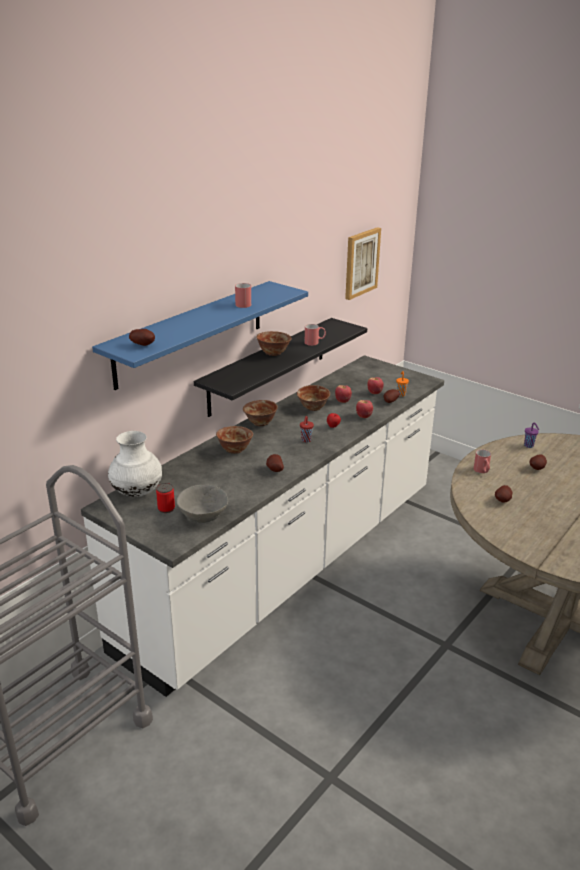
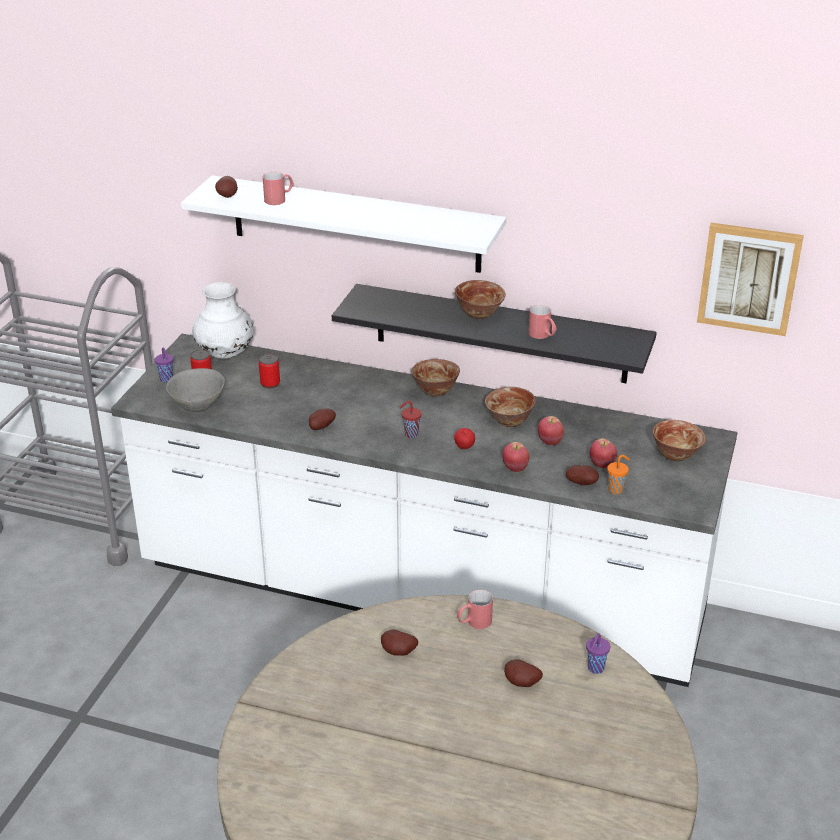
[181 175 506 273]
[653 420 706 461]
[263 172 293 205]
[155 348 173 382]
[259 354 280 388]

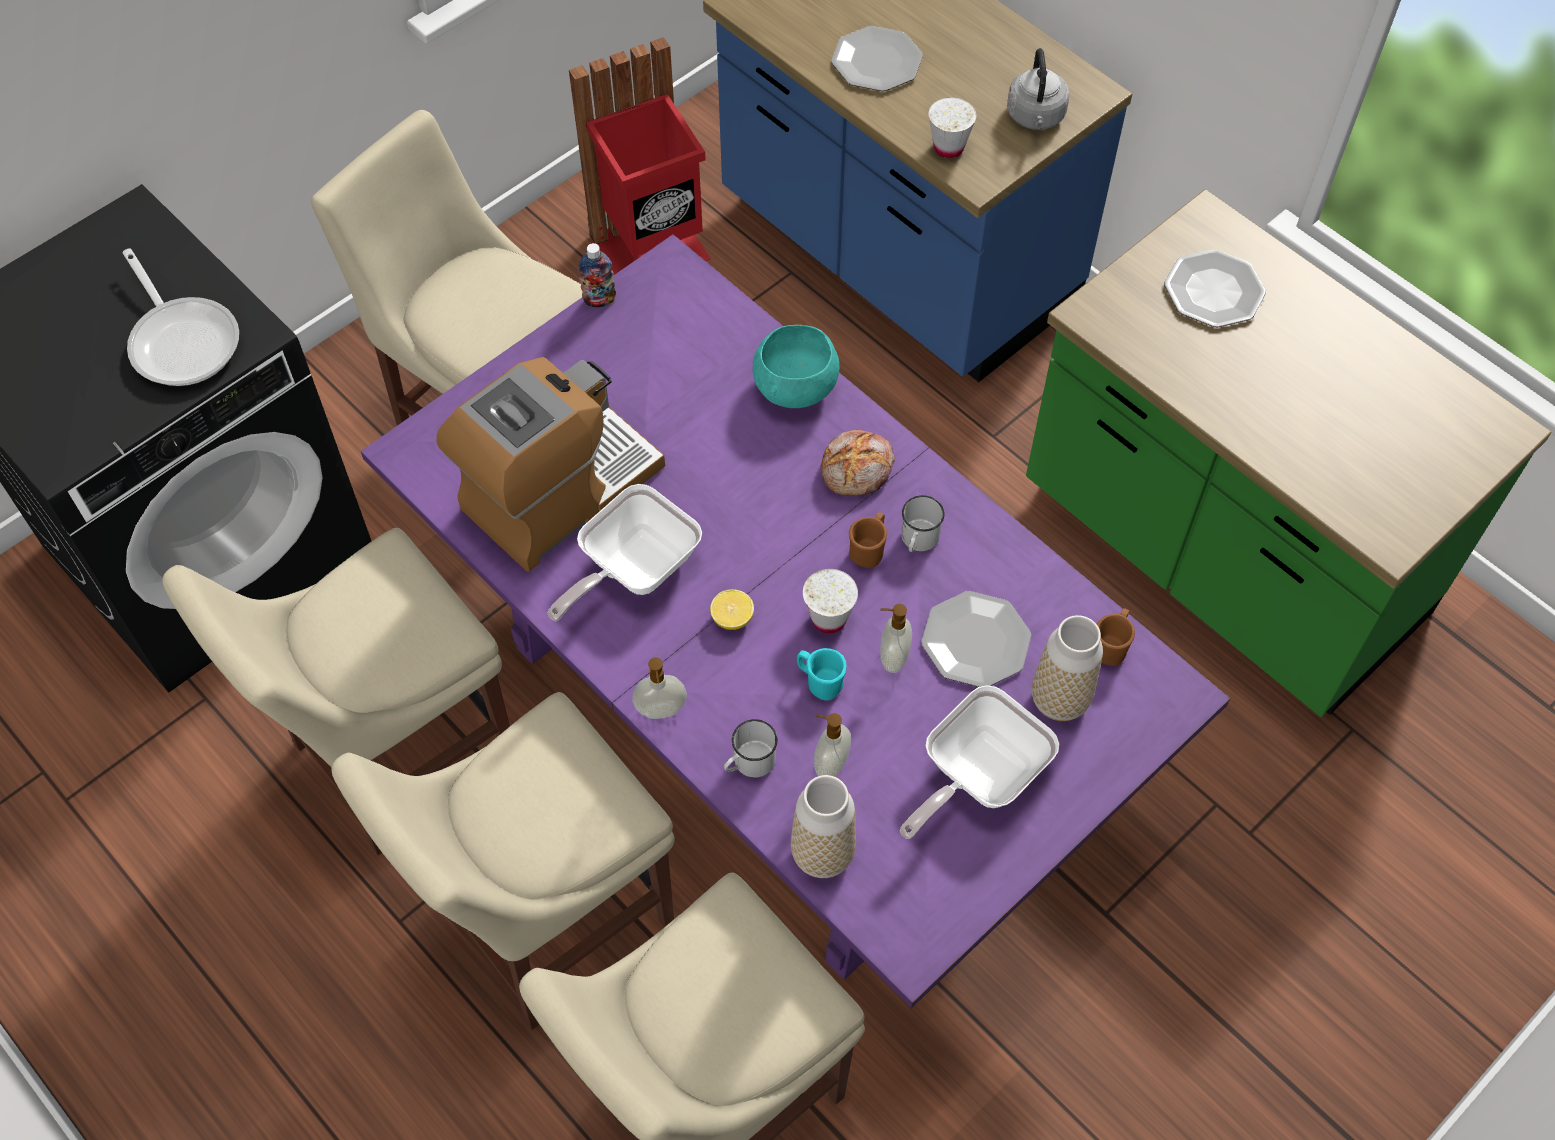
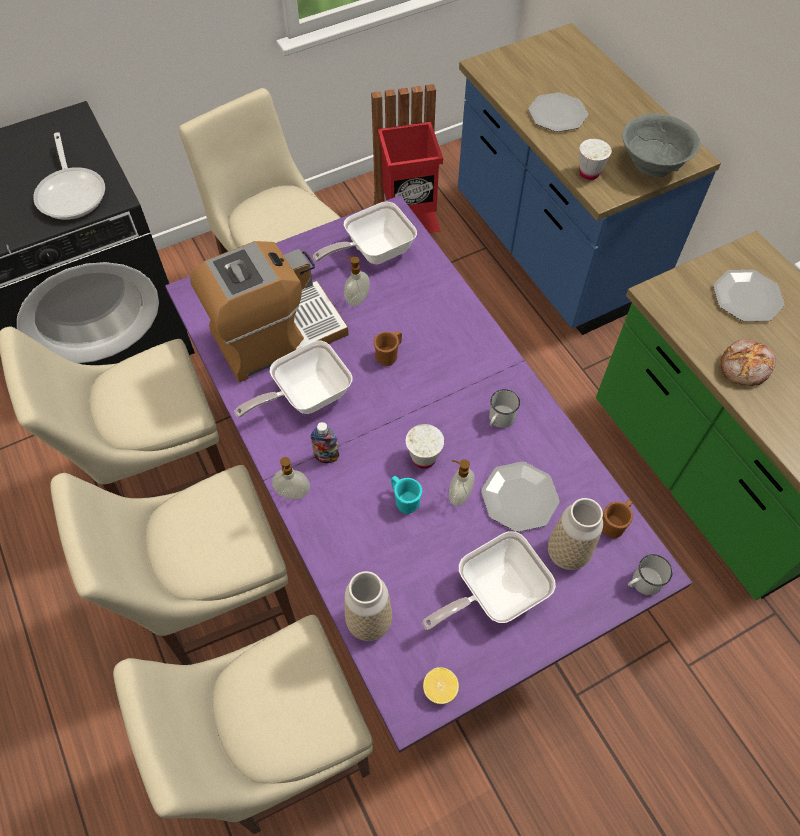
[310 422 339 463]
[423 667 459 704]
[628 554 673 595]
[753 325 840 408] (first image)
[344 256 370 306]
[721 339 776 386]
[373 331 402 366]
[622 113 701 177]
[313 202 417 264]

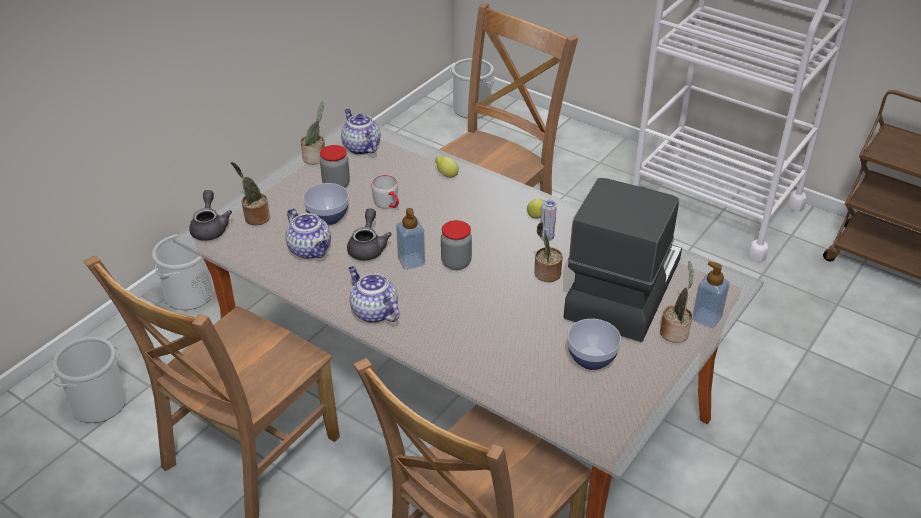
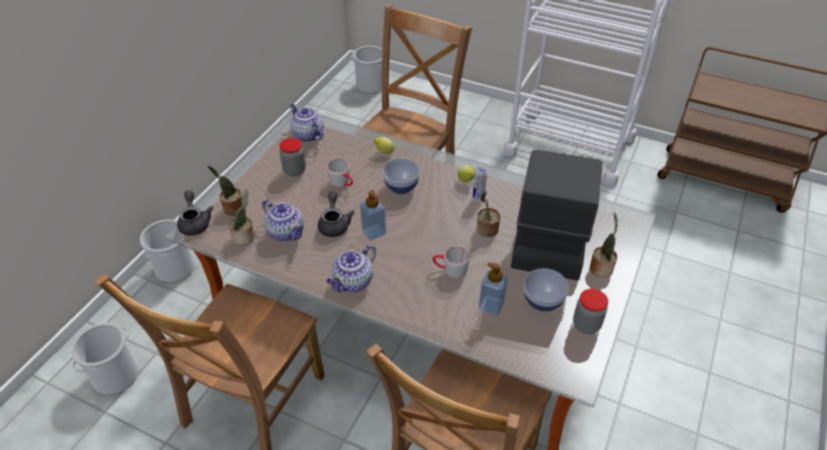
[229 189 255 246]
[382 159 420 194]
[326 245 376 292]
[573 289 608 334]
[479 263 508 316]
[433 246 470 278]

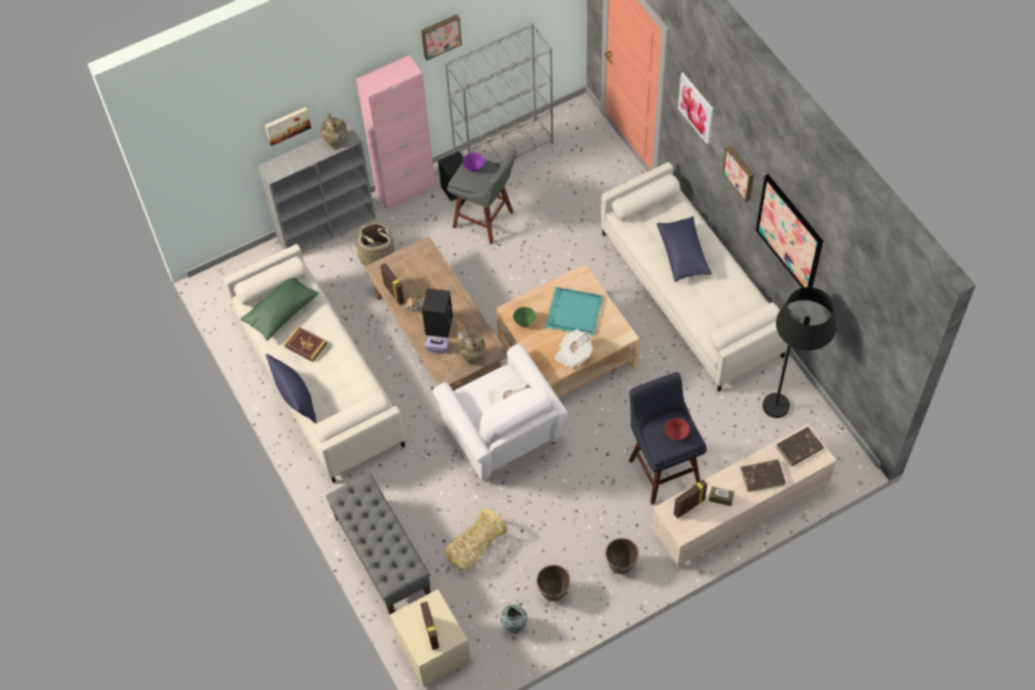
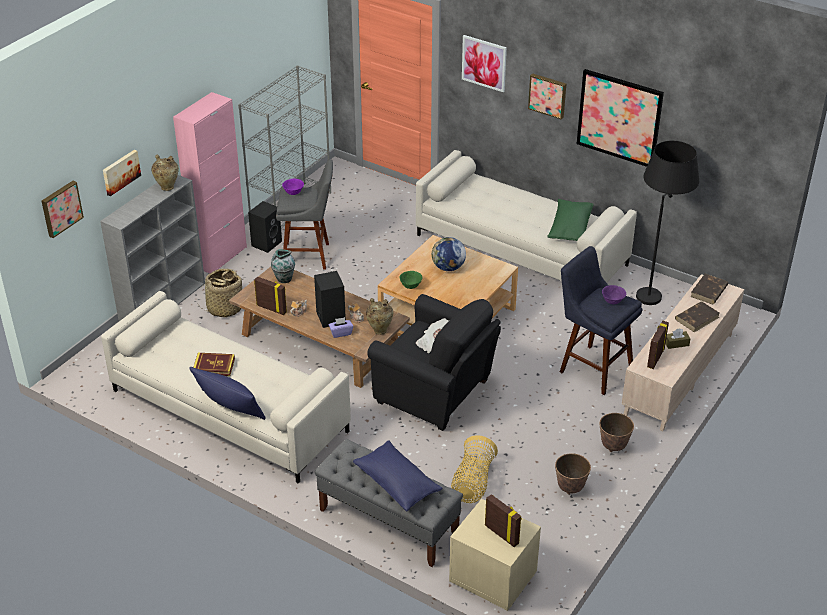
[547 199 593 241]
[42 181 84 238]
[367 294 501 431]
[271 249 295 283]
[432 237 466 271]
[554 329 593 369] (first image)
[353 441 443 512]
[602 285 626 304]

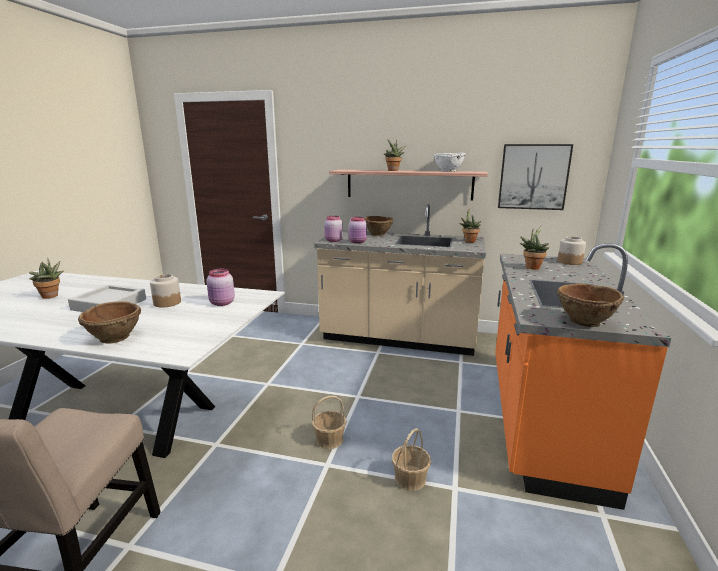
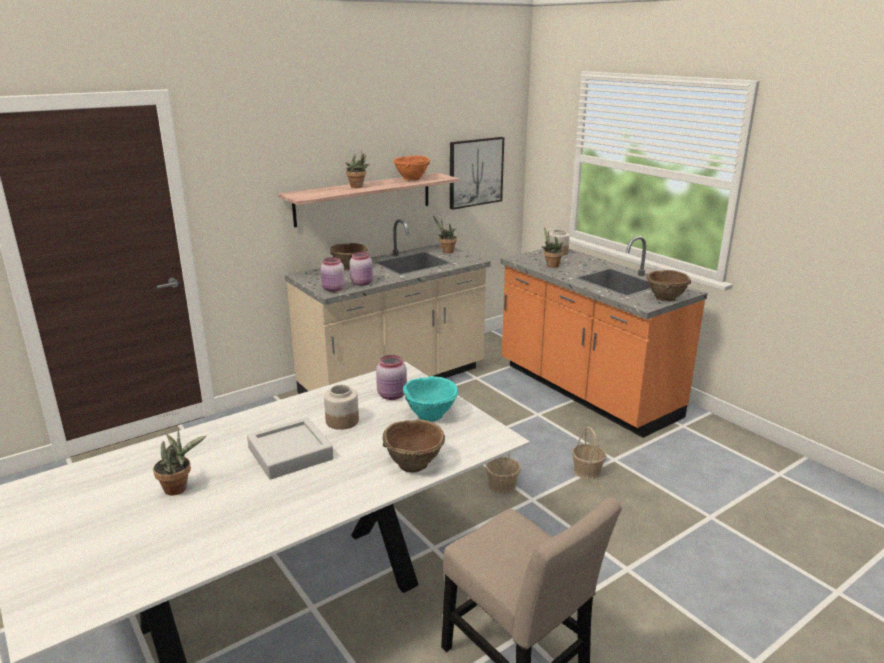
[393 155 430 180]
[403 376 458 422]

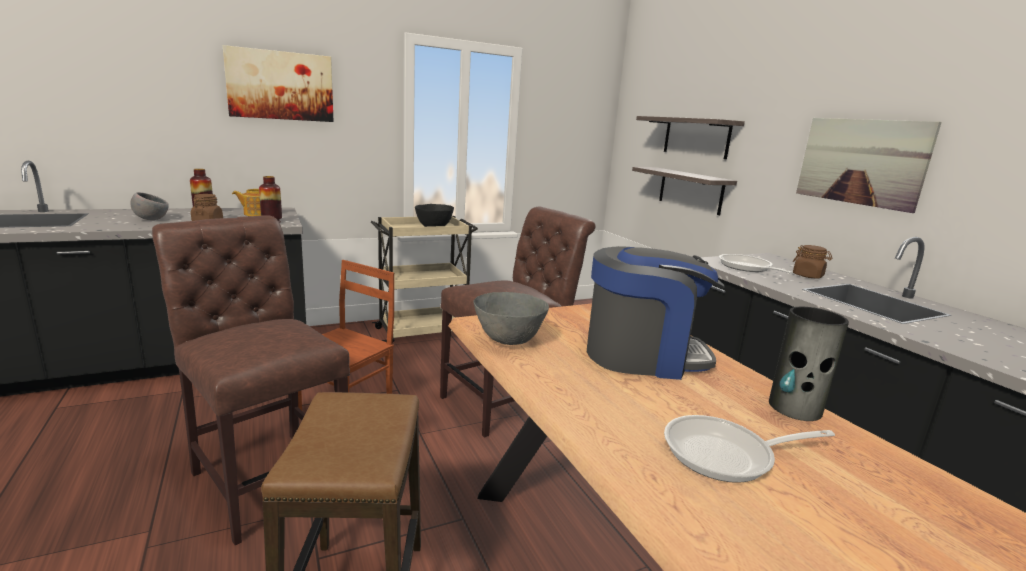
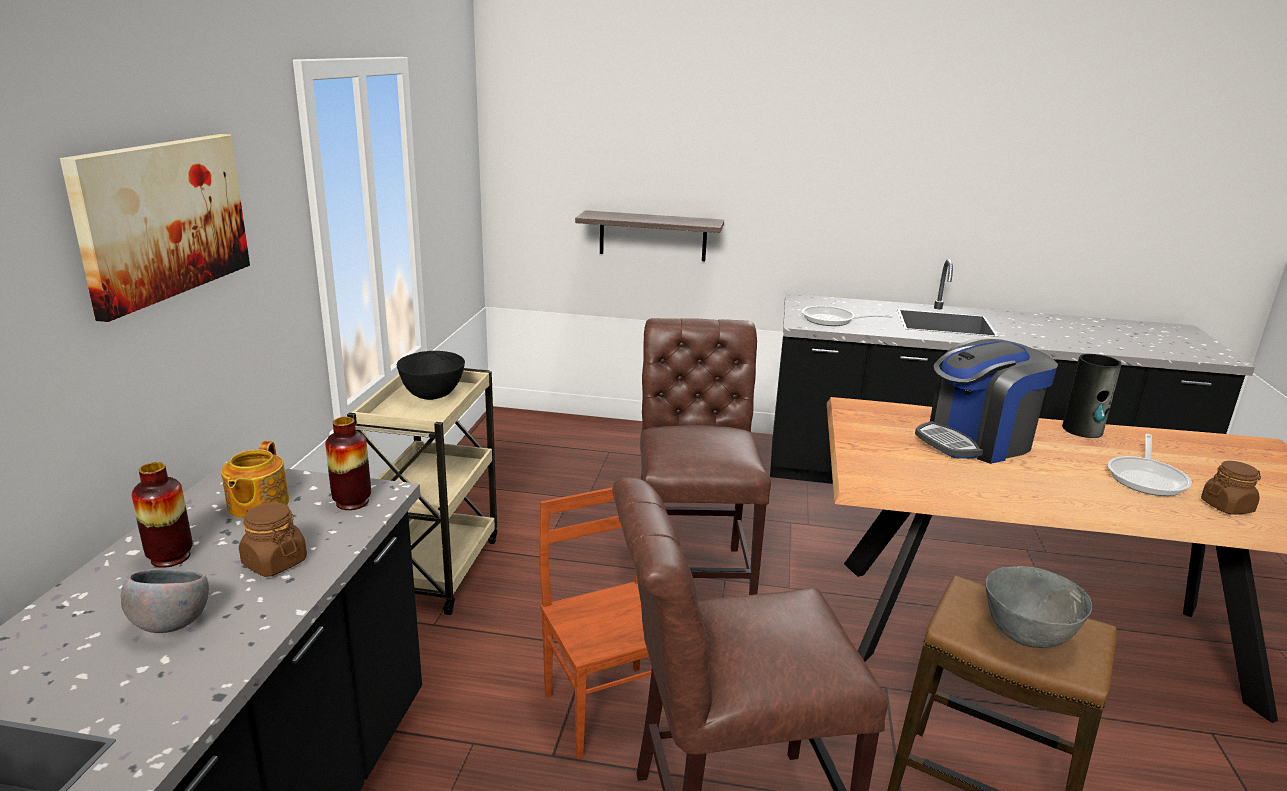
[985 566 1092 648]
[915 339 1058 464]
[636 116 745 159] (first image)
[1201 461 1261 514]
[796 118 942 213] (first image)

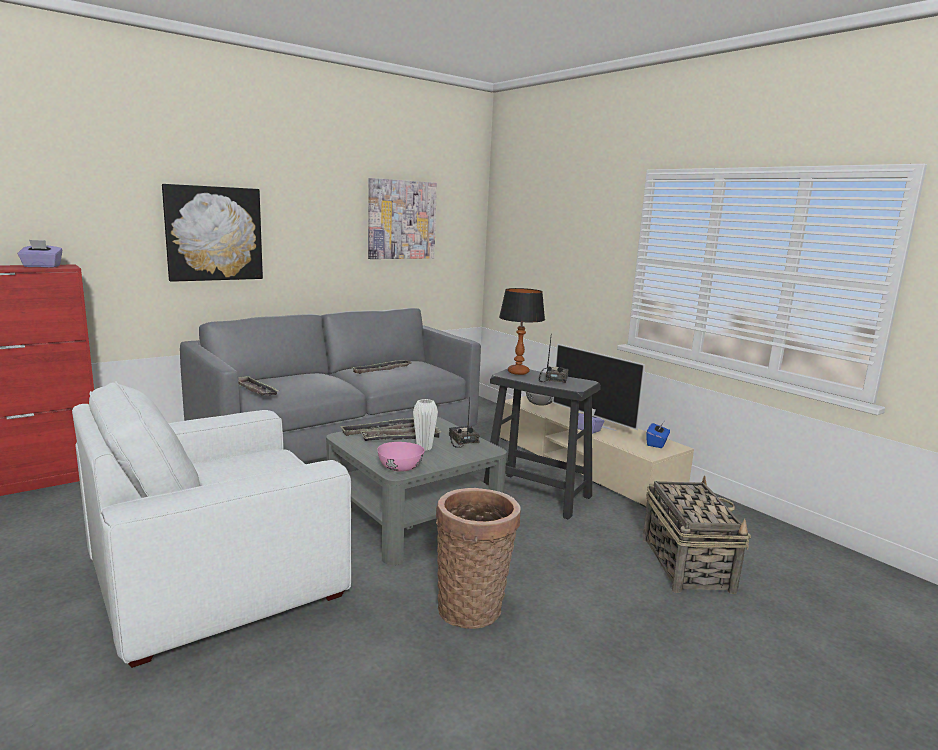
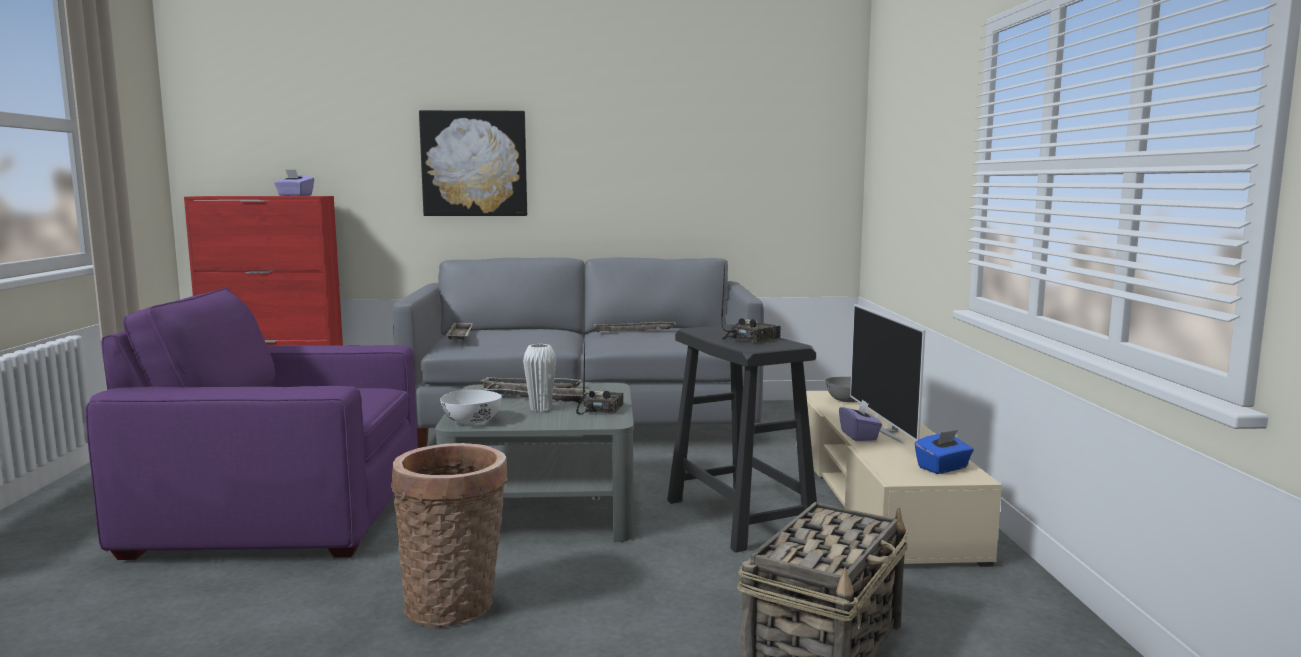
[86 288 418 560]
[368 178 437 259] (first image)
[440 390 502 424]
[499 288 545 375] (first image)

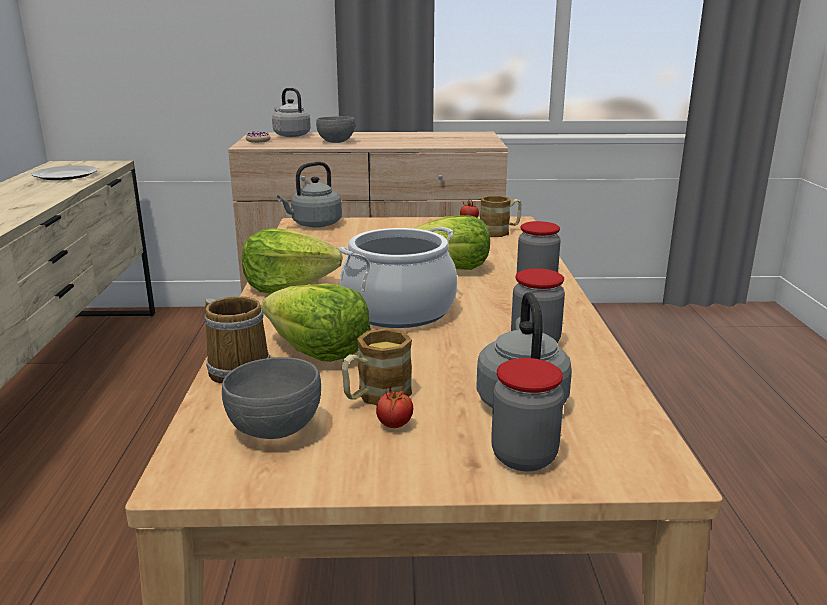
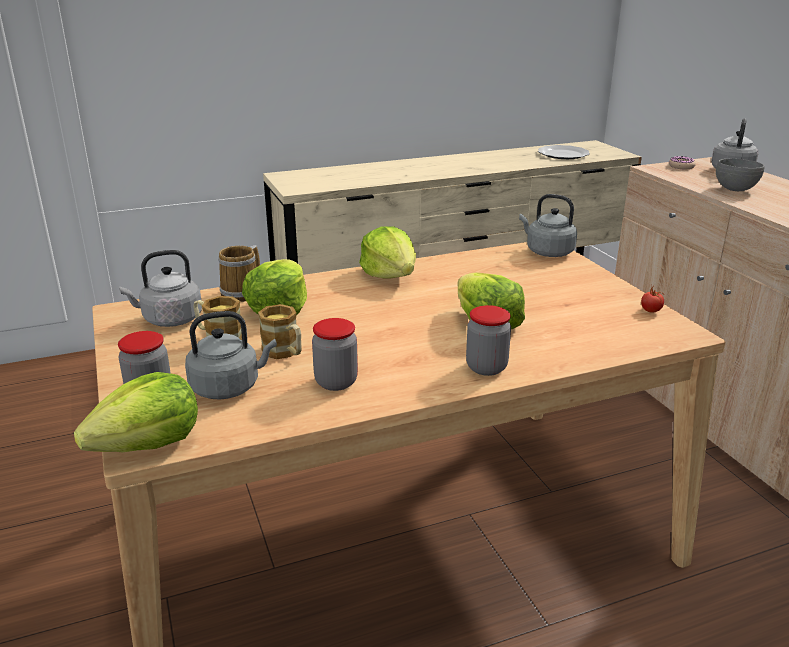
[119 250 202 327]
[338 227 457 328] (first image)
[376 381 413 428] (first image)
[258 304 301 359]
[74 372 198 453]

